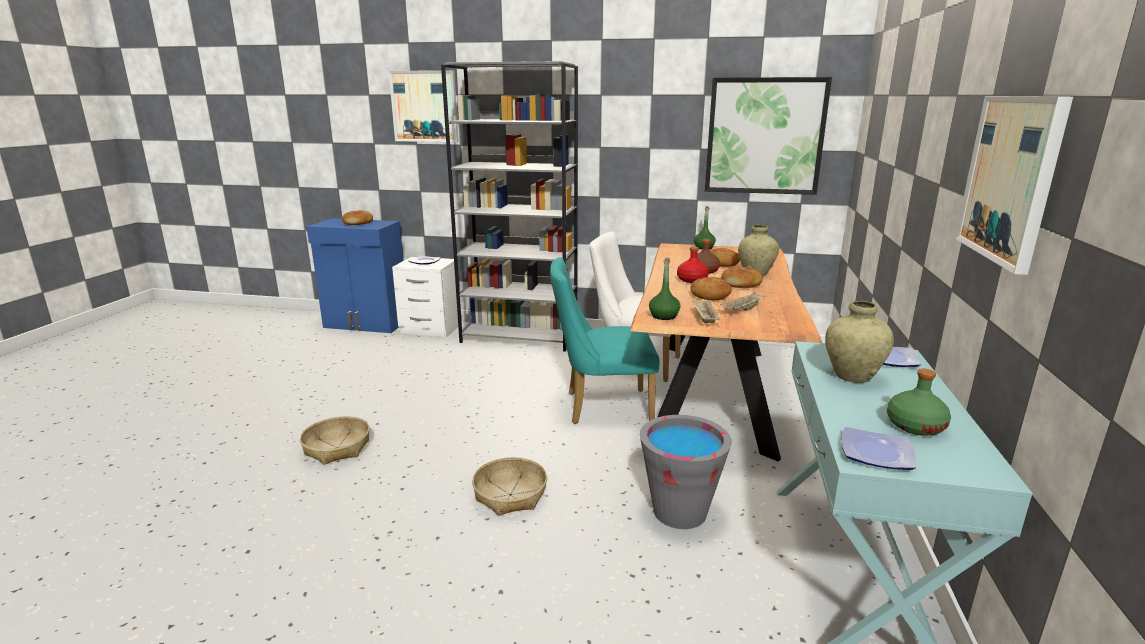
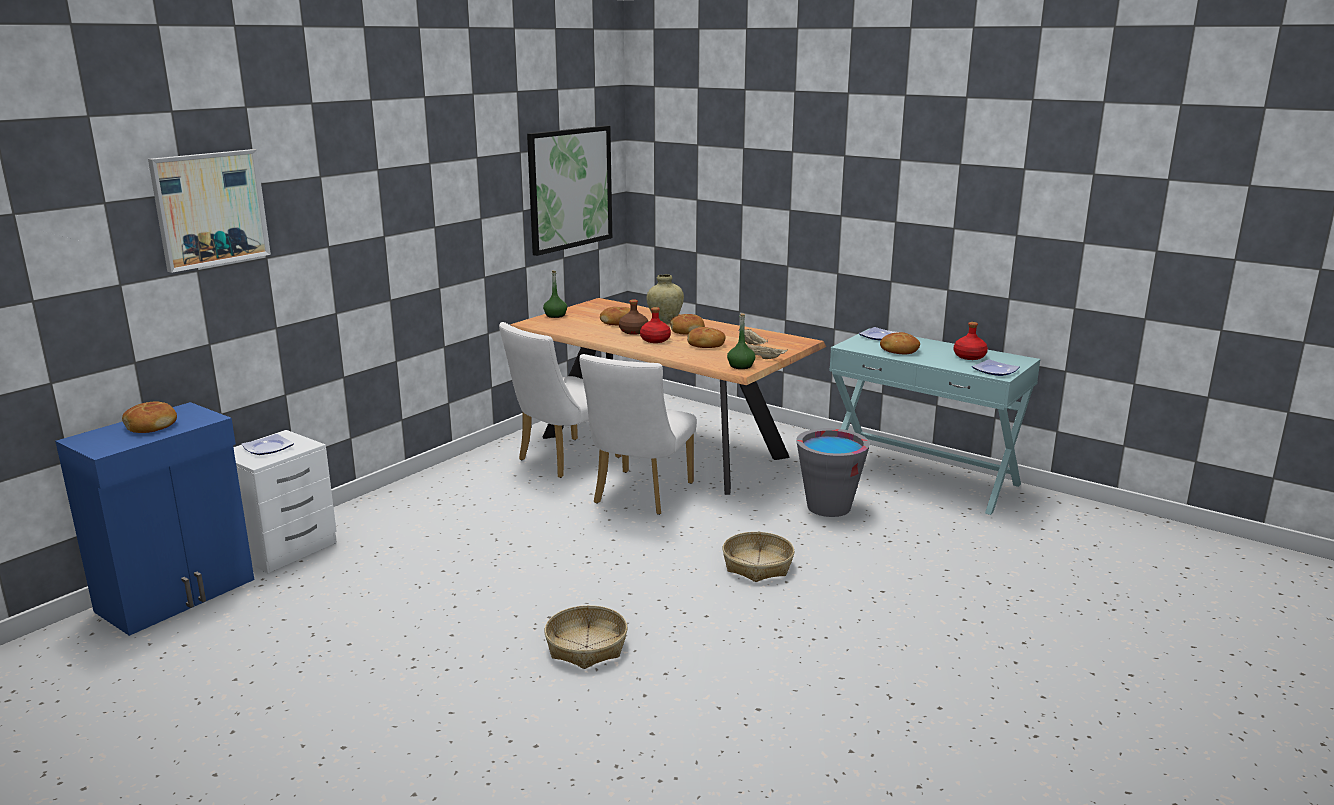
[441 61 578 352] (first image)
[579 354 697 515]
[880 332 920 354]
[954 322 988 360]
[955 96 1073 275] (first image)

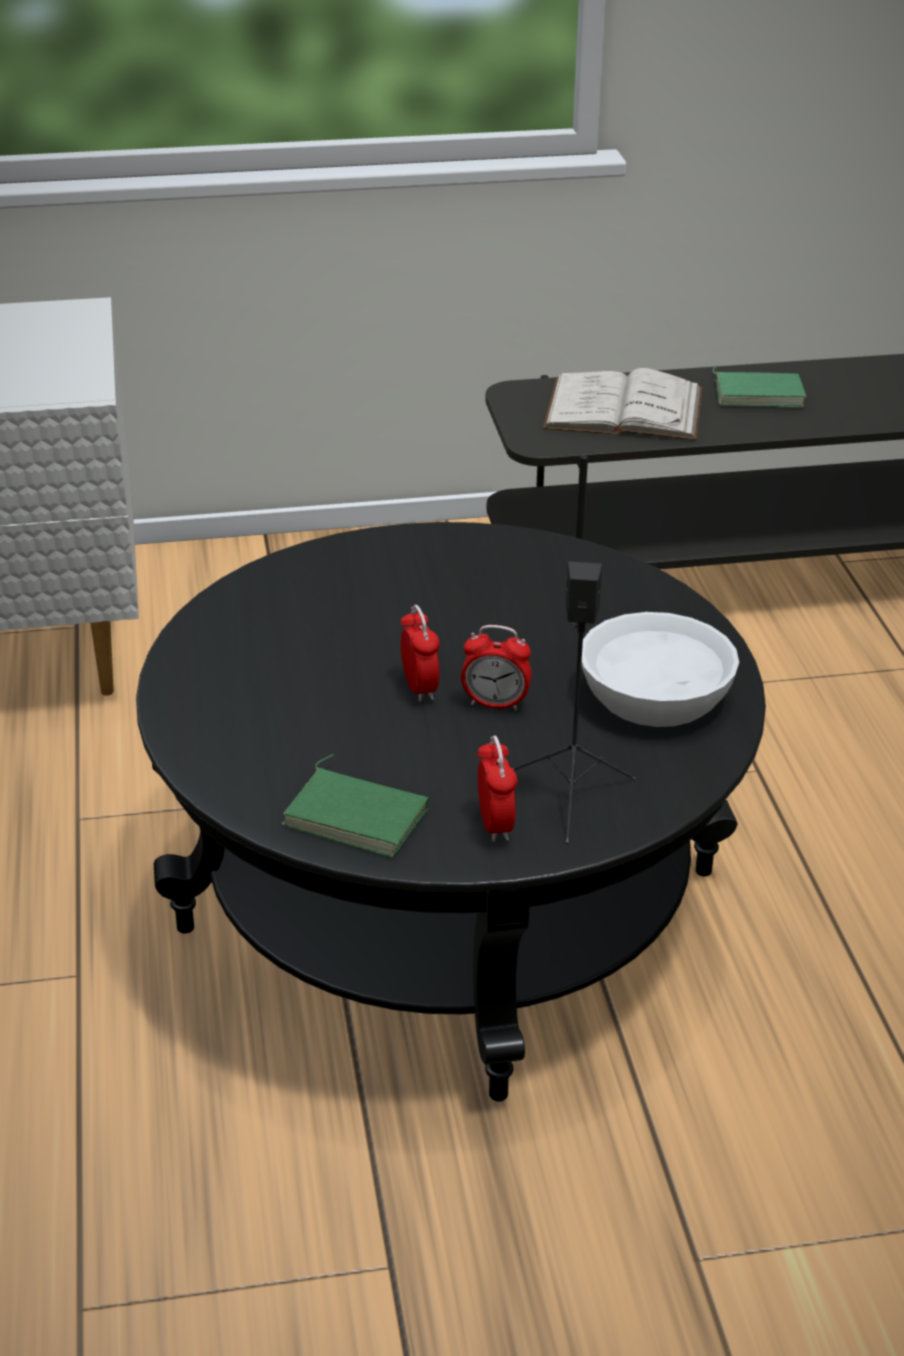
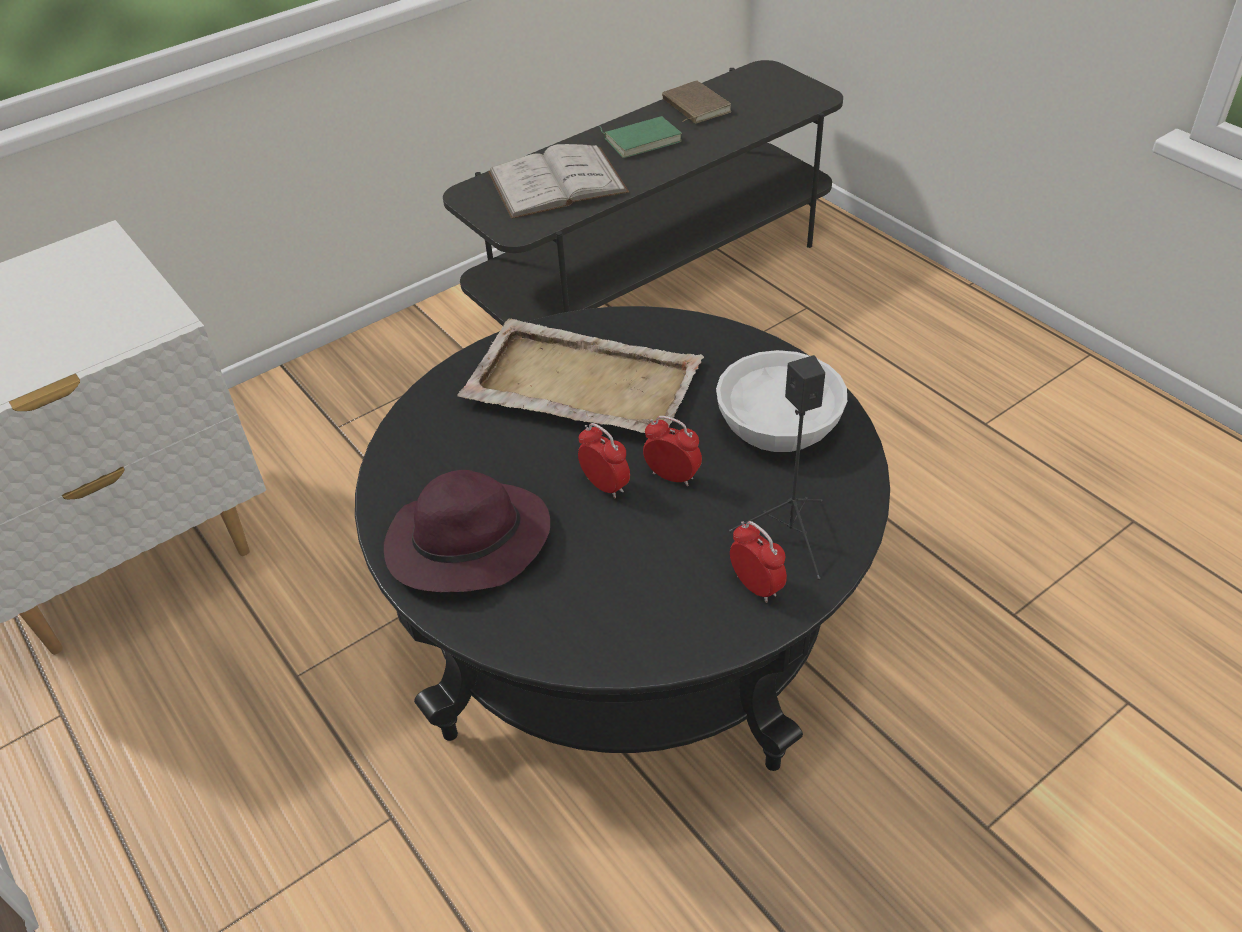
[282 754 429 857] (first image)
[643 416 702 486]
[384 470 550 592]
[457 318 704 433]
[662 80 732 124]

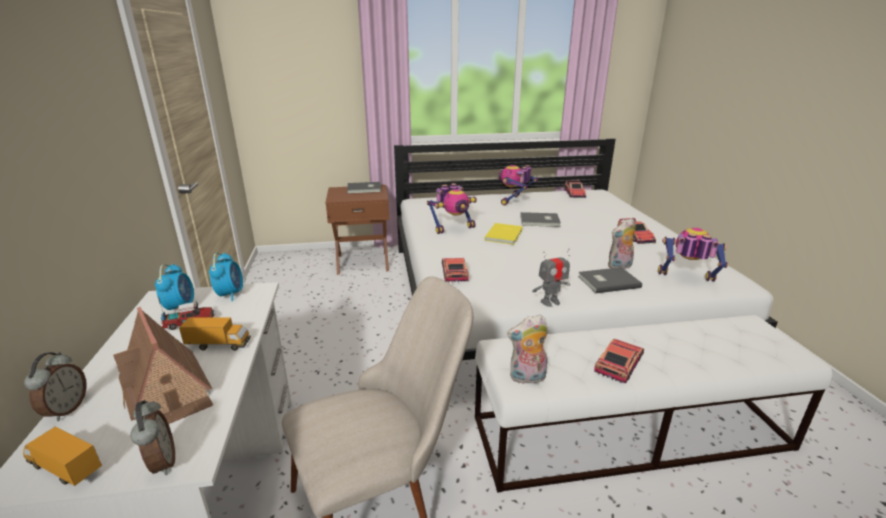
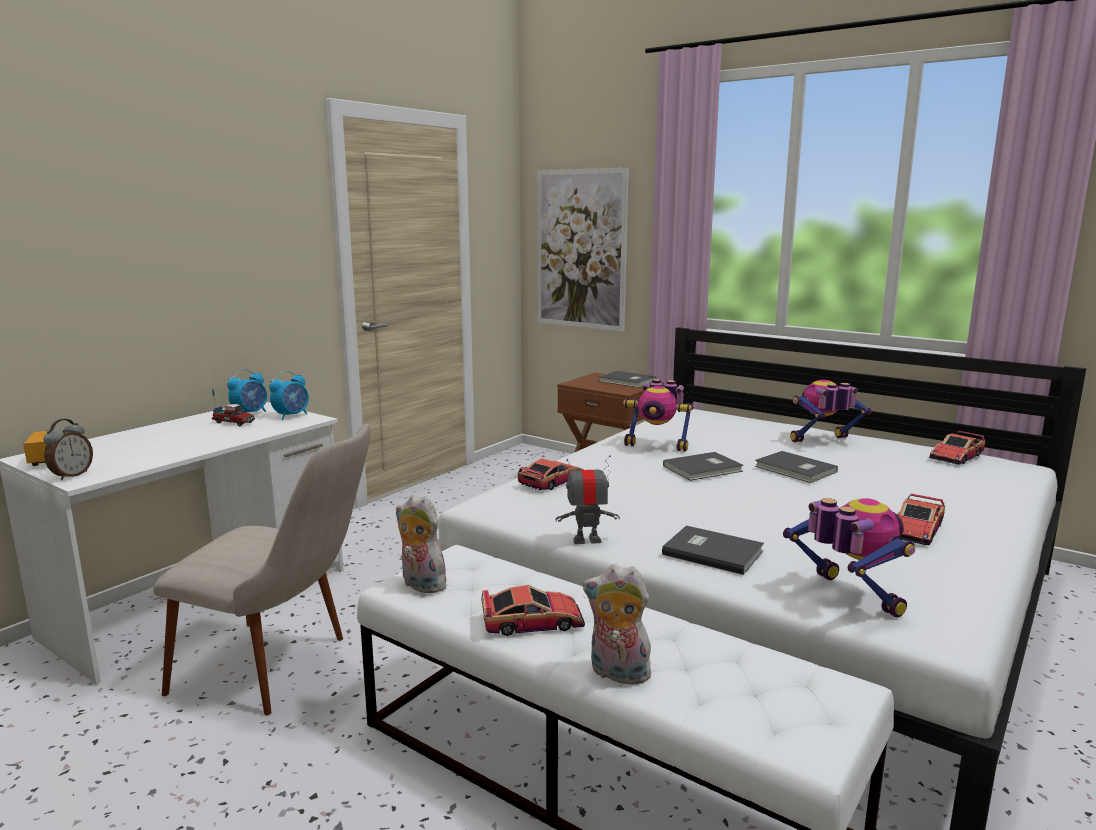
[24 352 87 421] (first image)
[113 307 213 424] (first image)
[179 317 251 351] (first image)
[663 452 743 481]
[555 455 620 544]
[583 564 654 685]
[537 168 629 331]

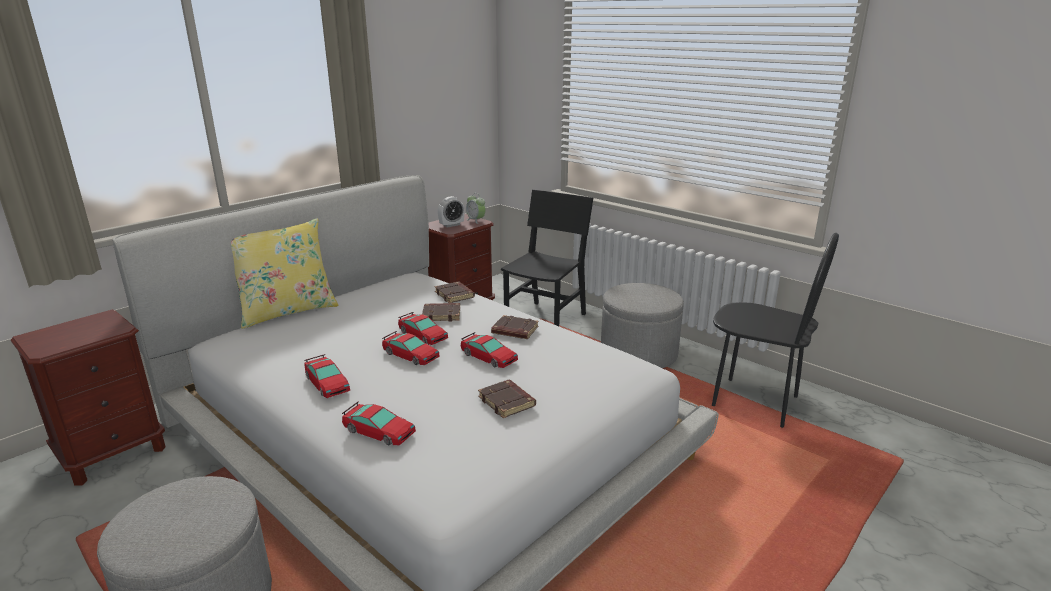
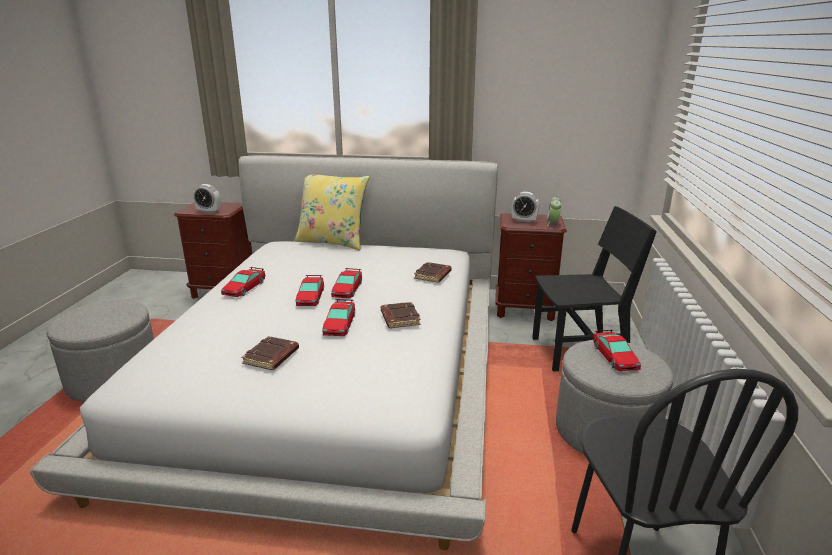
[593 330 641 371]
[422 303 460 322] (first image)
[193 184 221 213]

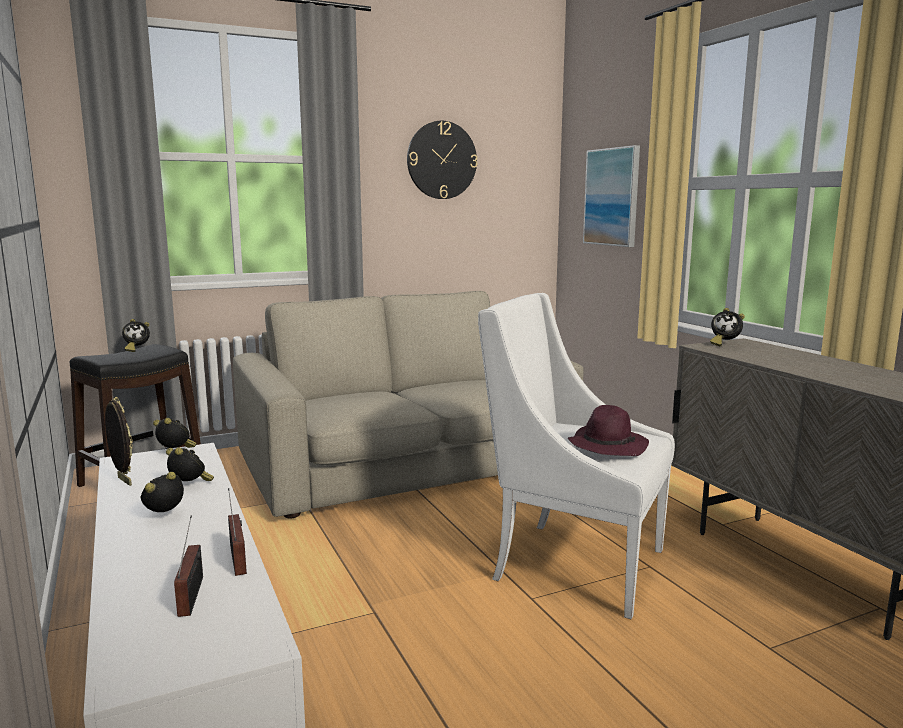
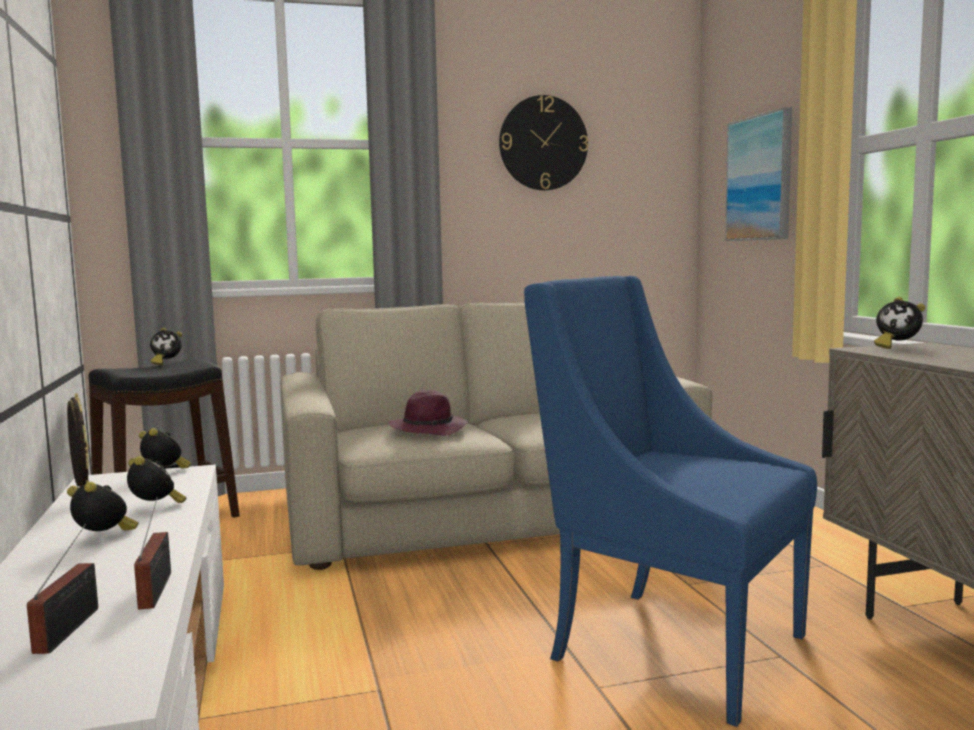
[67 482 139 531]
[524 276 817 727]
[388 390 468 436]

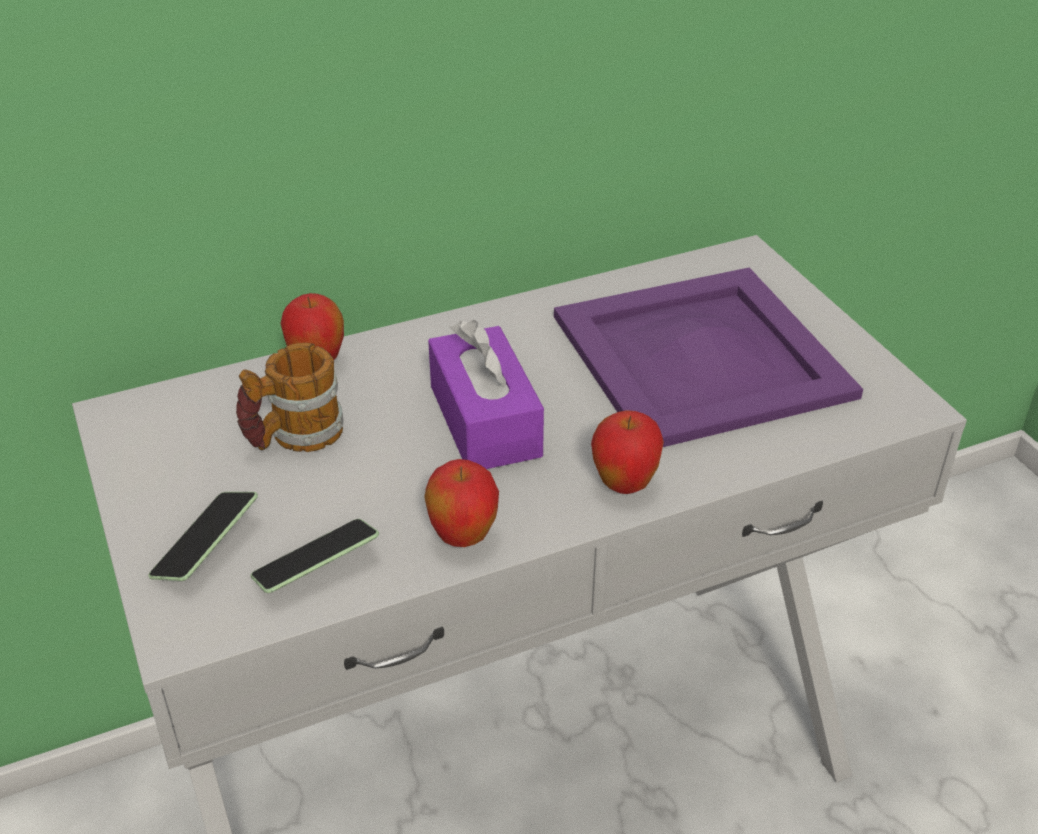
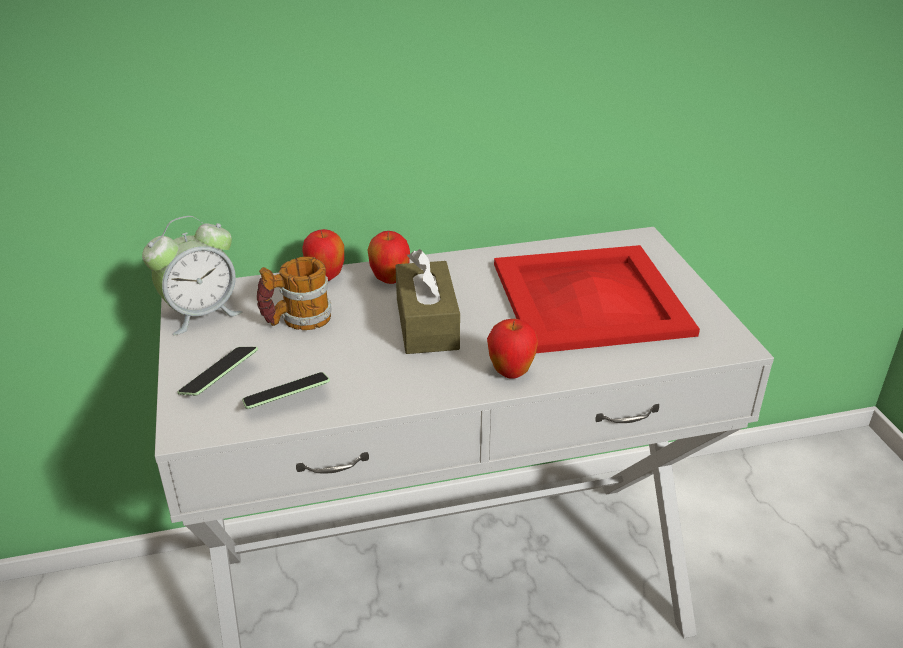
[367 231 410 284]
[395 249 460 354]
[494 245 700 353]
[142 216 243 335]

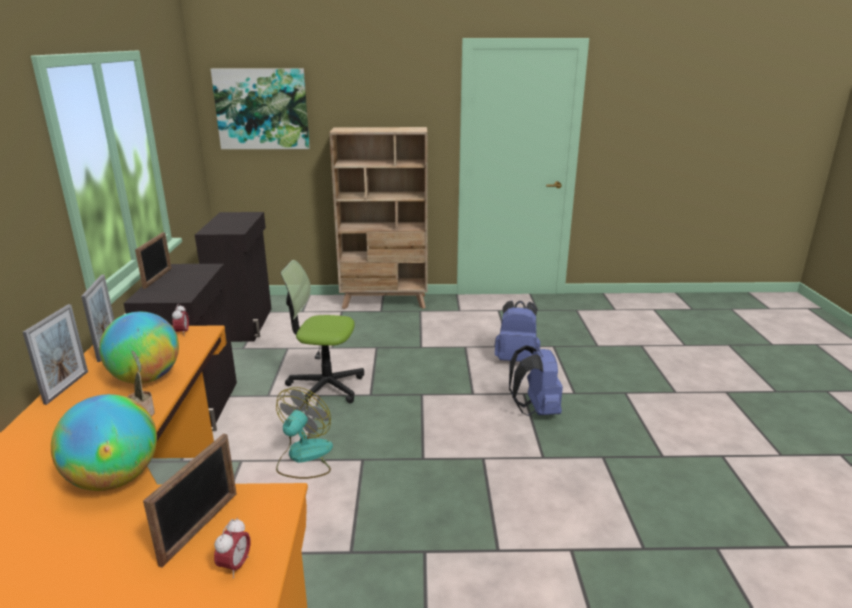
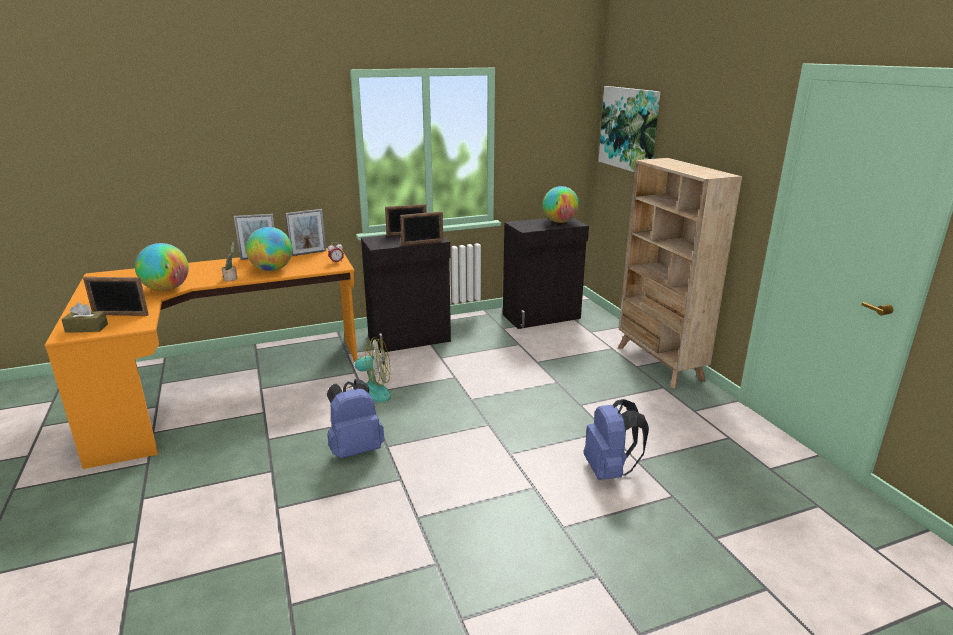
[61 302 108 333]
[281 260 364 405] (first image)
[327 379 384 459]
[400 211 443 246]
[543 186 579 223]

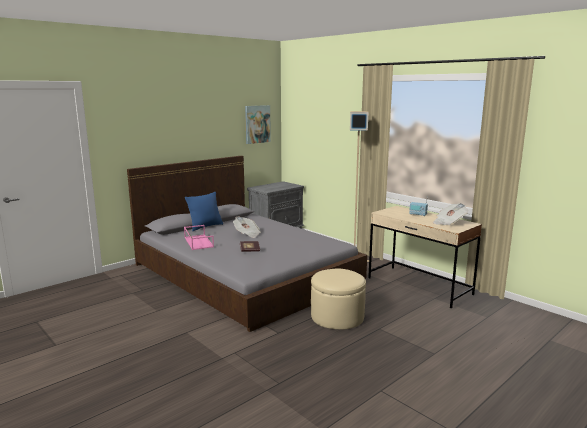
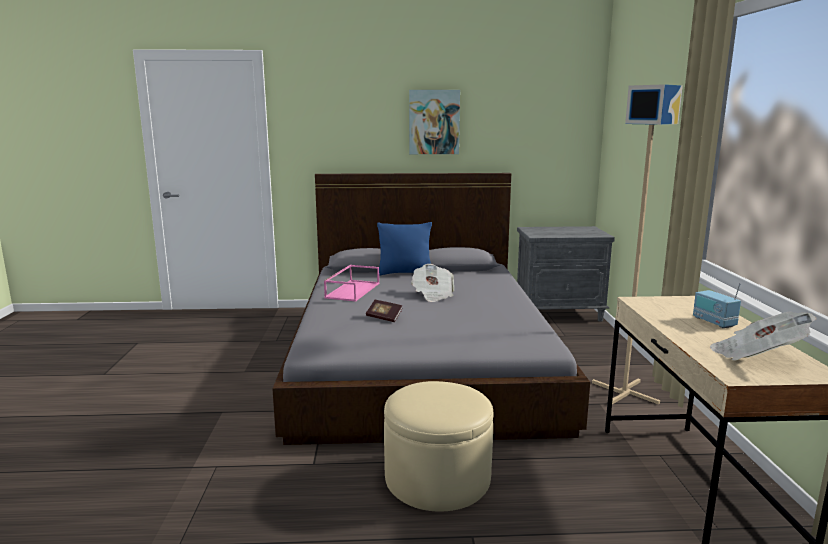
[409 90 460 154]

